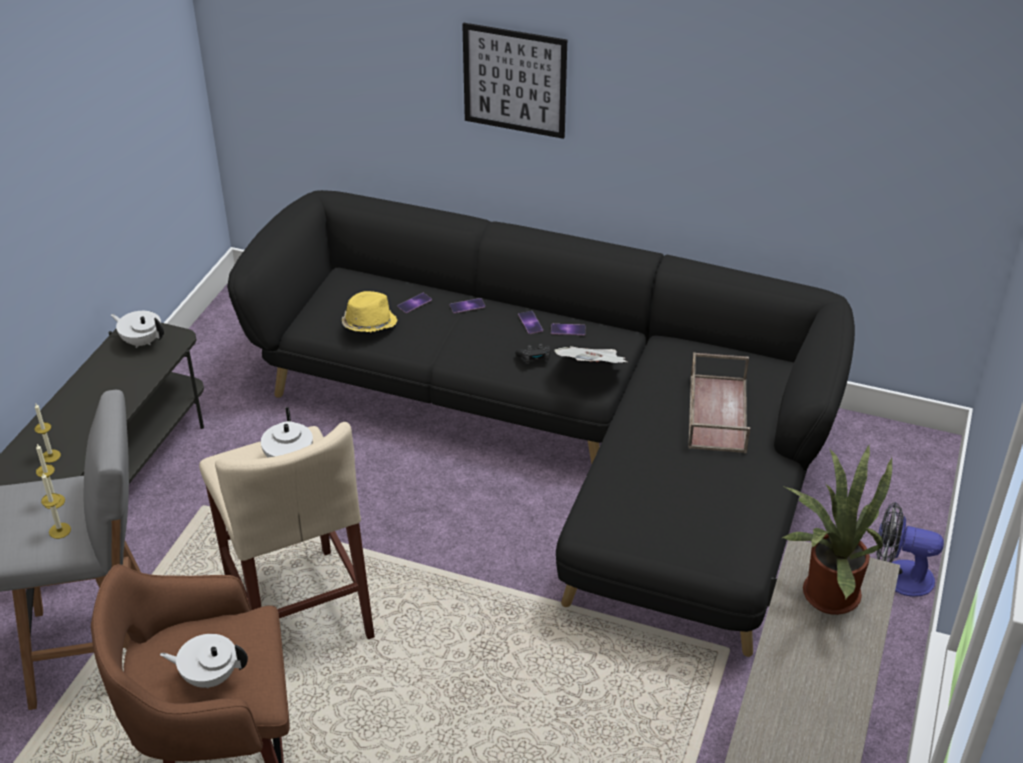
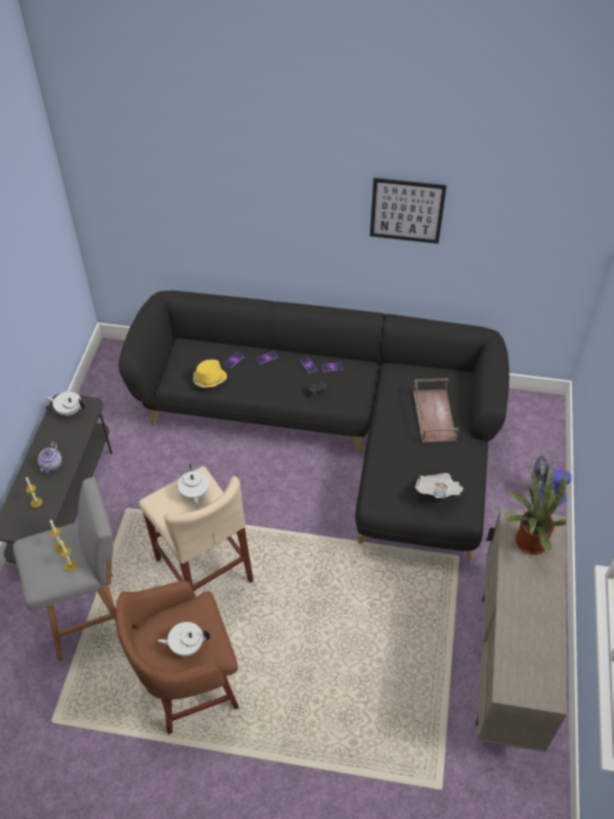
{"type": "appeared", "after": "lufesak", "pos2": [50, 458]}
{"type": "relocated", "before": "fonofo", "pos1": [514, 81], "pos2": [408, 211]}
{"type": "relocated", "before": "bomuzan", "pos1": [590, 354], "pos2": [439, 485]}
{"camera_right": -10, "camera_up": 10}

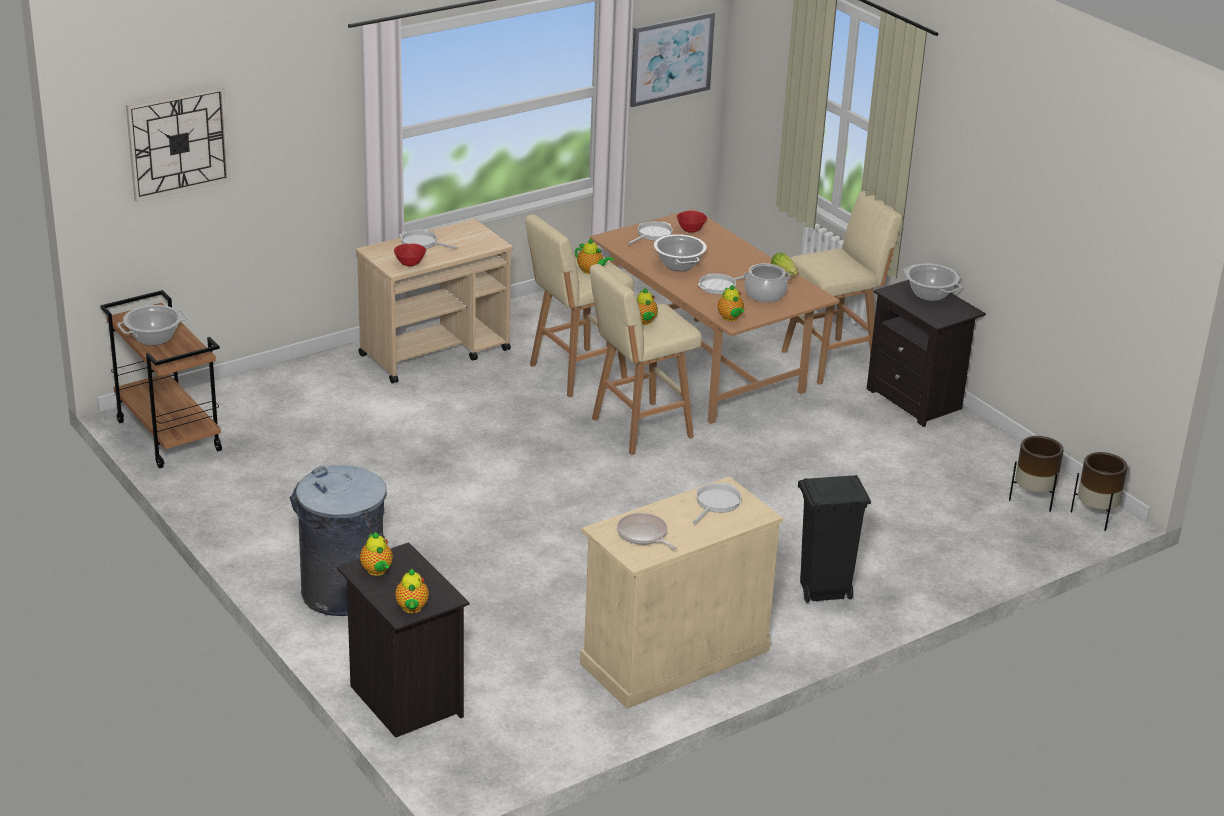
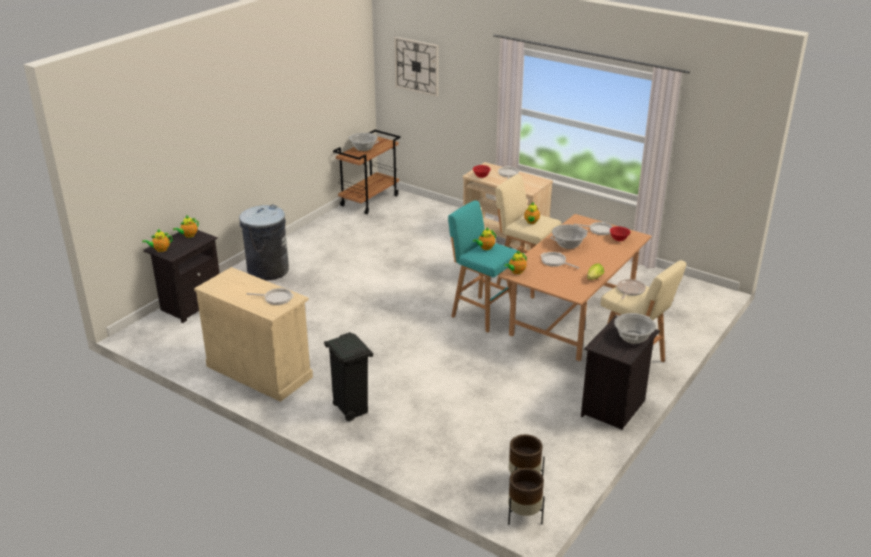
{"type": "colour", "before": "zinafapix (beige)", "after": "zinafapix (turquoise)", "pos1": [646, 359], "pos2": [482, 266]}
{"type": "relocated", "before": "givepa", "pos1": [647, 531], "pos2": [631, 289]}
{"type": "missing", "before": "fonofo", "pos1": [672, 59]}
{"type": "missing", "before": "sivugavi", "pos1": [767, 283]}
{"camera_right": 70, "camera_up": 0}

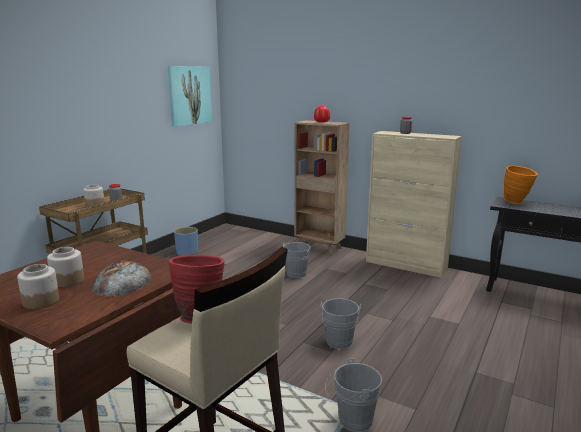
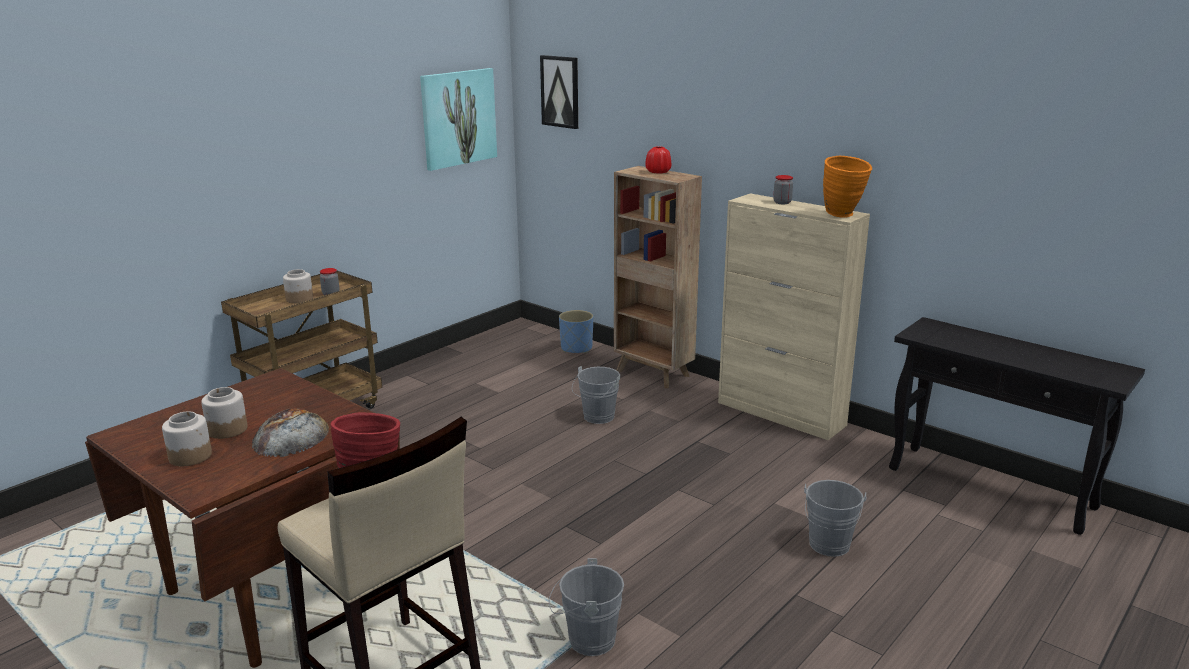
{"type": "appeared", "after": "fonofo", "pos2": [559, 92]}
{"type": "relocated", "before": "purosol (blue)", "pos1": [186, 241], "pos2": [576, 331]}
{"type": "relocated", "before": "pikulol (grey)", "pos1": [341, 323], "pos2": [835, 518]}
{"type": "relocated", "before": "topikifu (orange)", "pos1": [521, 185], "pos2": [847, 187]}
{"camera_right": 10, "camera_up": 5}

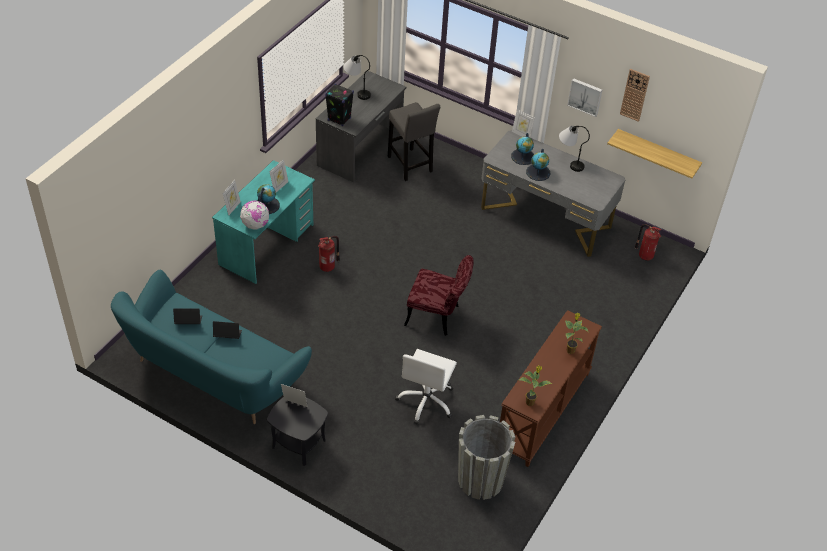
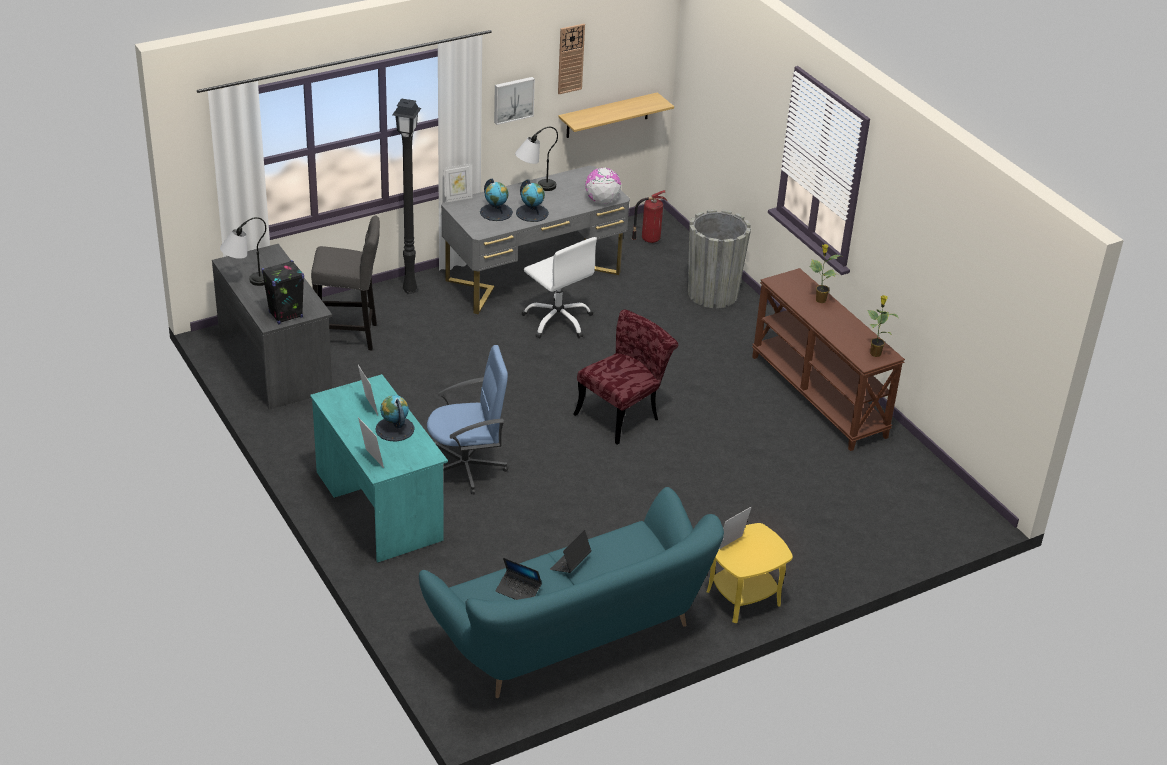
{"type": "appeared", "after": "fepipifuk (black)", "pos2": [407, 196]}
{"type": "exchanged", "before": "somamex", "after": "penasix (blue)", "pos1": [329, 254], "pos2": [467, 419]}
{"type": "spun", "before": "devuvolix", "pos1": [187, 316], "pos2": [518, 579], "turn": -90}
{"type": "relocated", "before": "penasix (white)", "pos1": [426, 387], "pos2": [559, 287]}
{"type": "relocated", "before": "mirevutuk", "pos1": [254, 215], "pos2": [603, 186]}
{"type": "relocated", "before": "purosol (grey)", "pos1": [486, 457], "pos2": [719, 258]}
{"type": "colour", "before": "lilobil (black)", "after": "lilobil (yellow)", "pos1": [297, 431], "pos2": [750, 573]}
{"camera_right": -60, "camera_up": -10}

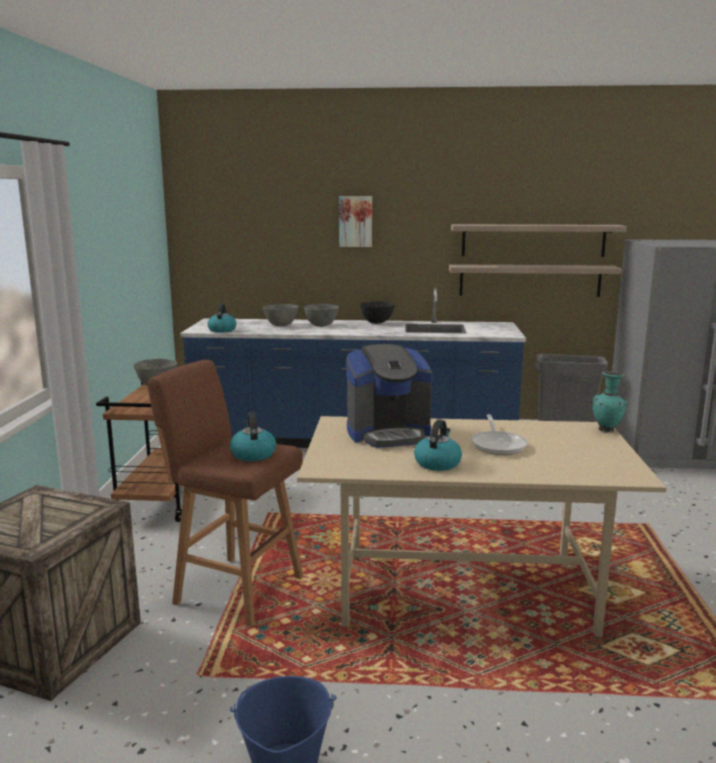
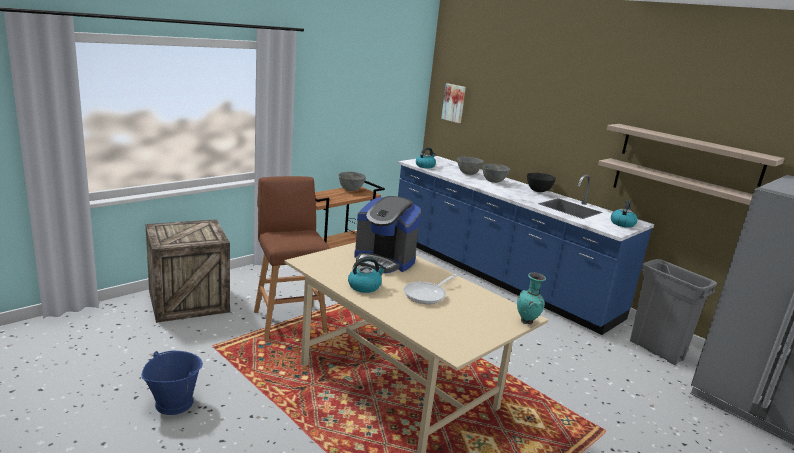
{"type": "relocated", "before": "fonofo", "pos1": [355, 221], "pos2": [453, 103]}
{"type": "relocated", "before": "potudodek", "pos1": [253, 436], "pos2": [624, 214]}
{"camera_right": 40, "camera_up": 5}

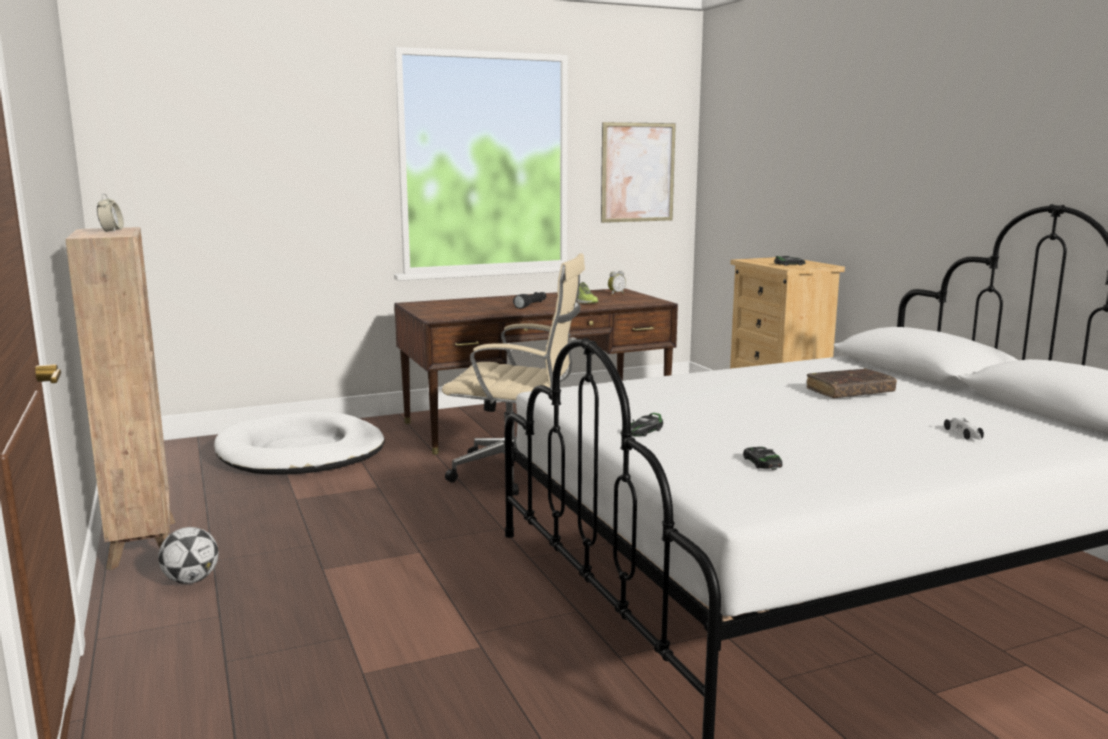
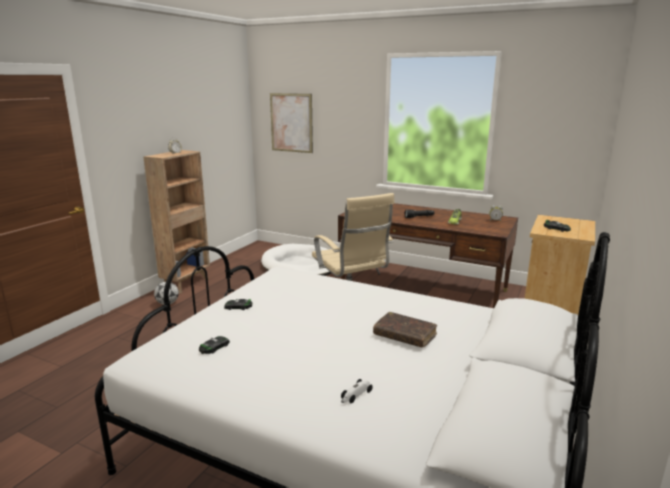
{"type": "relocated", "before": "fonofo", "pos1": [638, 172], "pos2": [291, 123]}
{"camera_right": 50, "camera_up": 5}

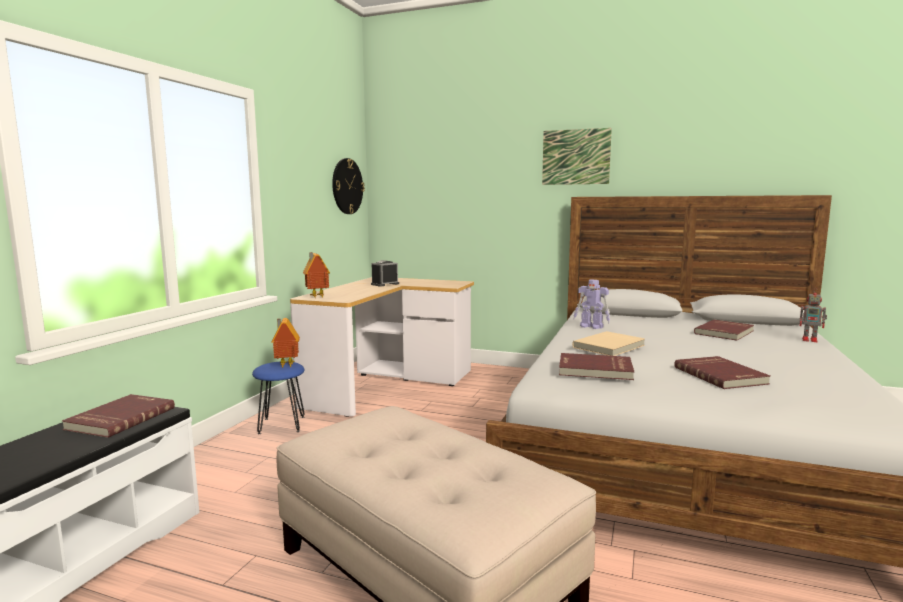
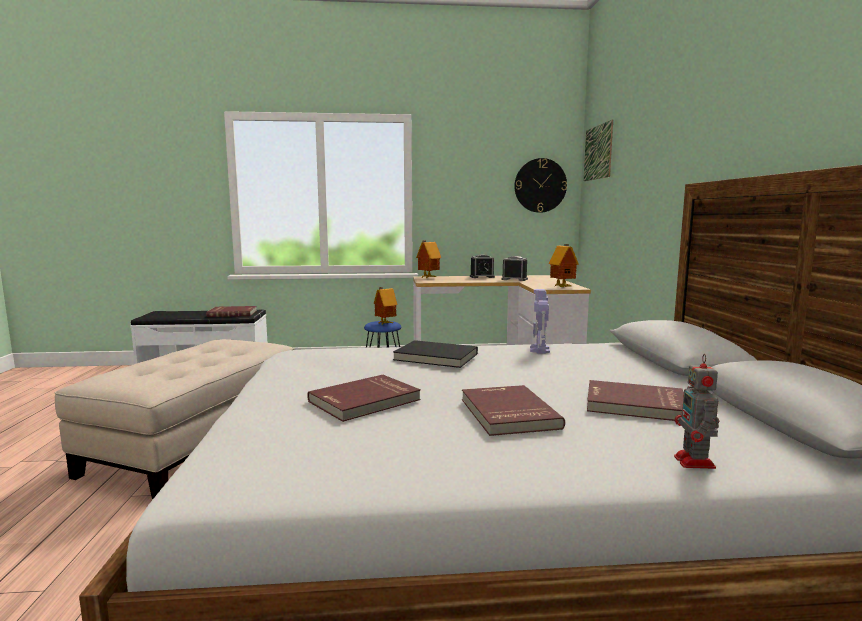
{"type": "colour", "before": "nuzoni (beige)", "after": "nuzoni (black)", "pos1": [608, 343], "pos2": [435, 354]}
{"type": "relocated", "before": "nuzoni (red)", "pos1": [596, 366], "pos2": [513, 410]}
{"type": "appeared", "after": "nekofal", "pos2": [482, 266]}
{"type": "appeared", "after": "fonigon", "pos2": [564, 265]}
{"type": "relocated", "before": "fonofo", "pos1": [577, 156], "pos2": [598, 150]}
{"camera_right": 65, "camera_up": 0}

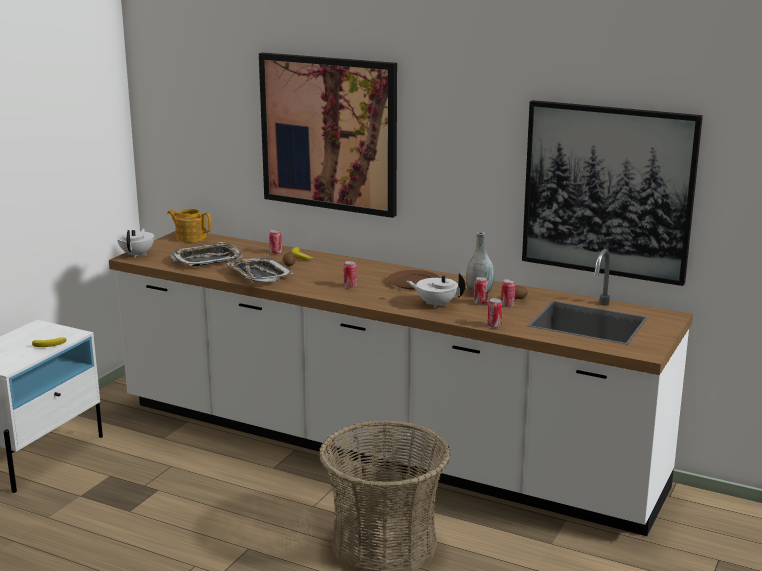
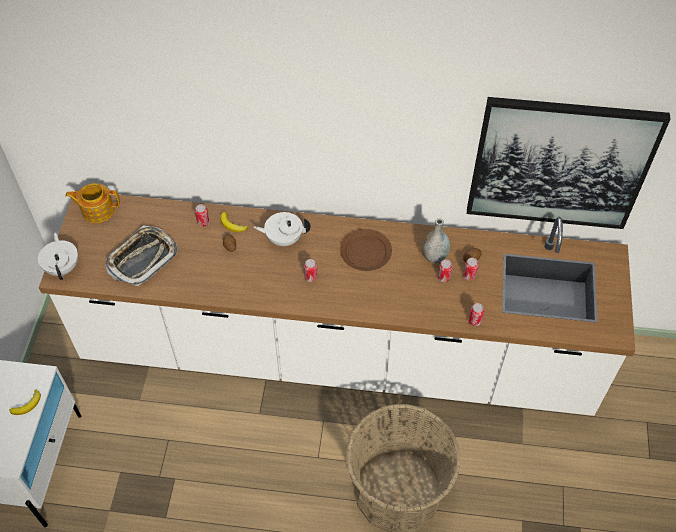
{"type": "relocated", "before": "lufesak (white)", "pos1": [436, 290], "pos2": [281, 229]}
{"type": "missing", "before": "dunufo", "pos1": [260, 270]}
{"type": "missing", "before": "fonofo", "pos1": [328, 135]}
{"camera_right": -20, "camera_up": 35}

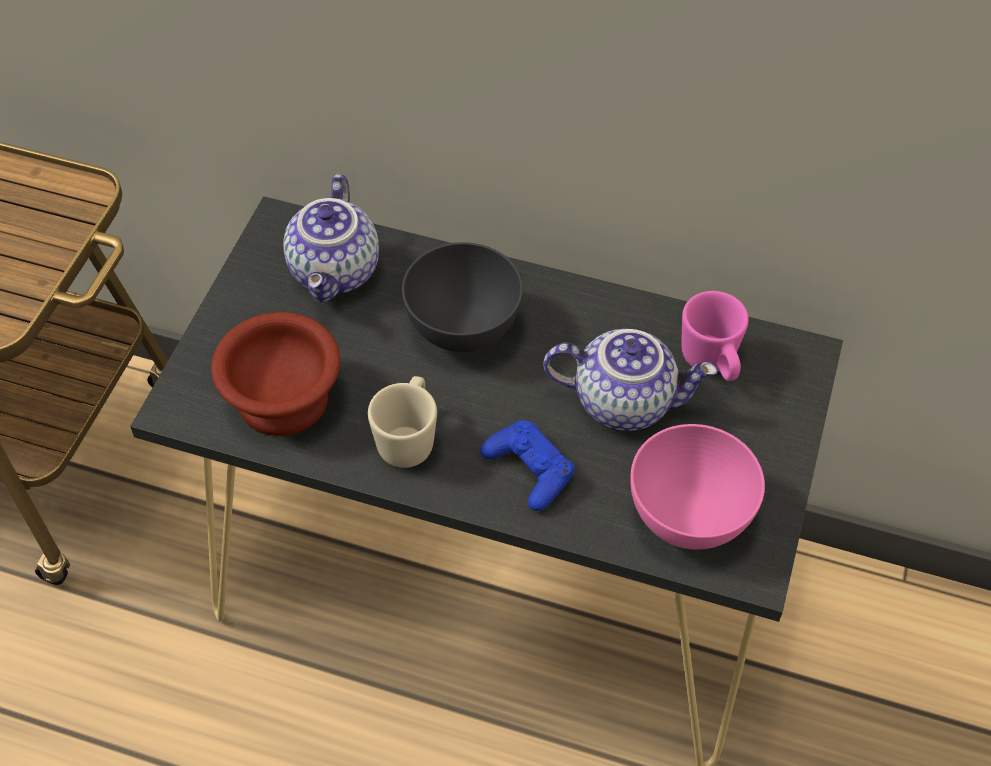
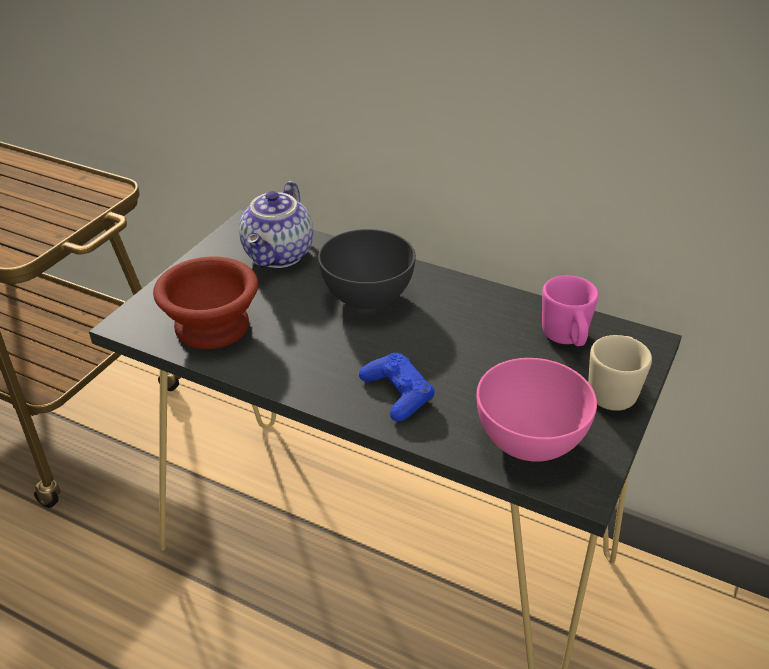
{"type": "relocated", "before": "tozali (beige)", "pos1": [402, 422], "pos2": [620, 373]}
{"type": "missing", "before": "lufesak", "pos1": [630, 380]}
{"camera_right": 10, "camera_up": -15}

